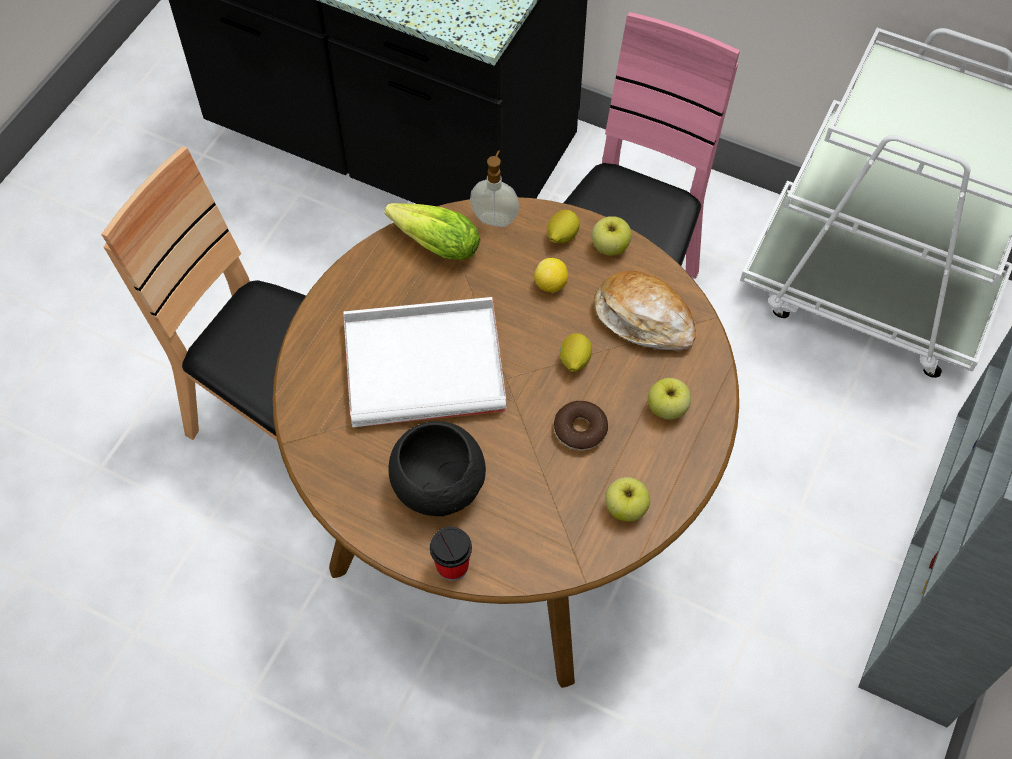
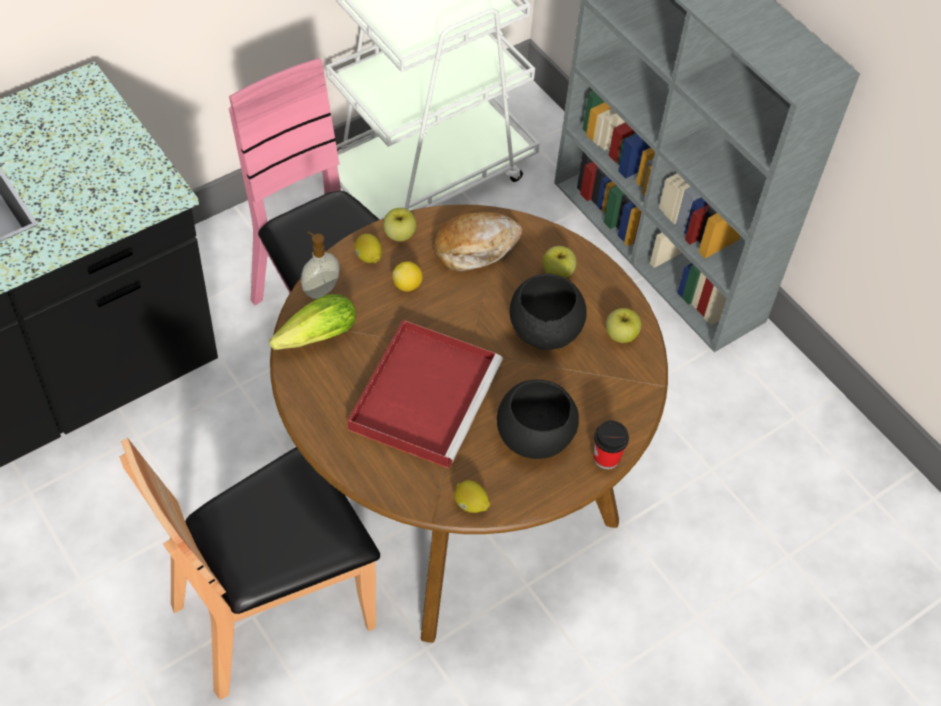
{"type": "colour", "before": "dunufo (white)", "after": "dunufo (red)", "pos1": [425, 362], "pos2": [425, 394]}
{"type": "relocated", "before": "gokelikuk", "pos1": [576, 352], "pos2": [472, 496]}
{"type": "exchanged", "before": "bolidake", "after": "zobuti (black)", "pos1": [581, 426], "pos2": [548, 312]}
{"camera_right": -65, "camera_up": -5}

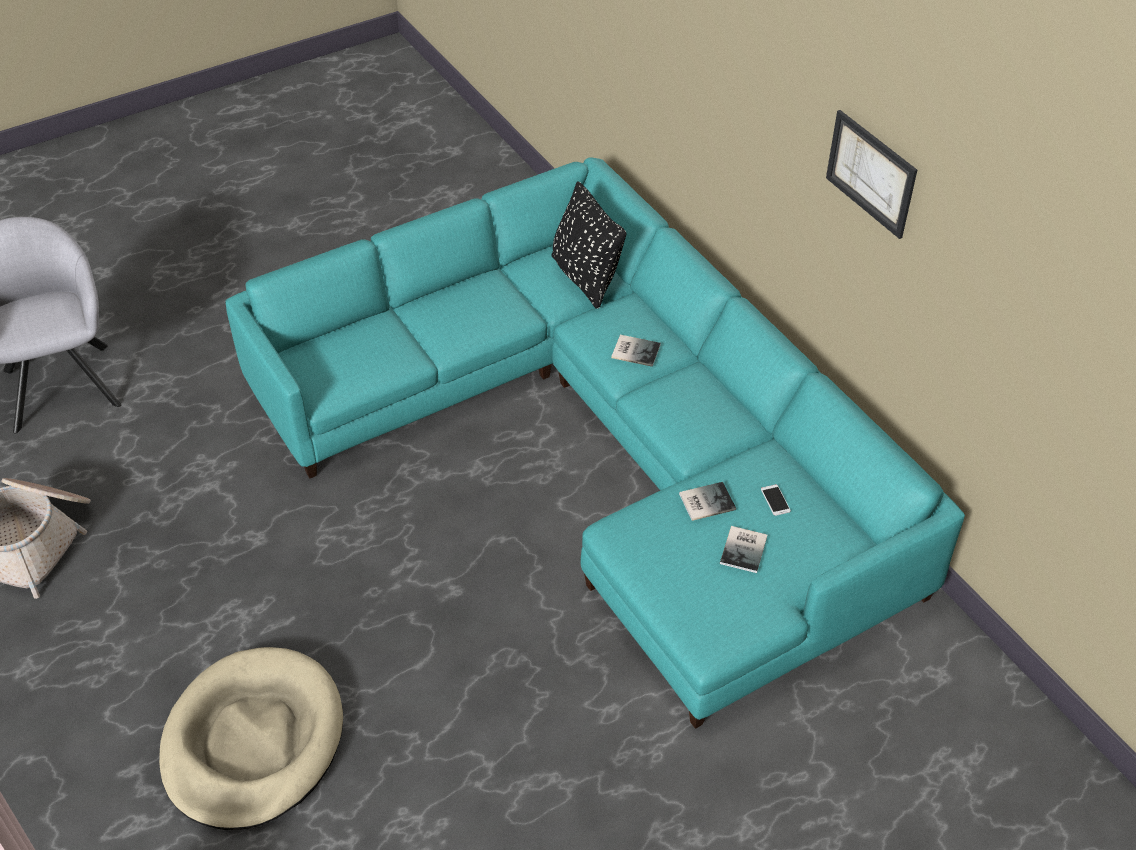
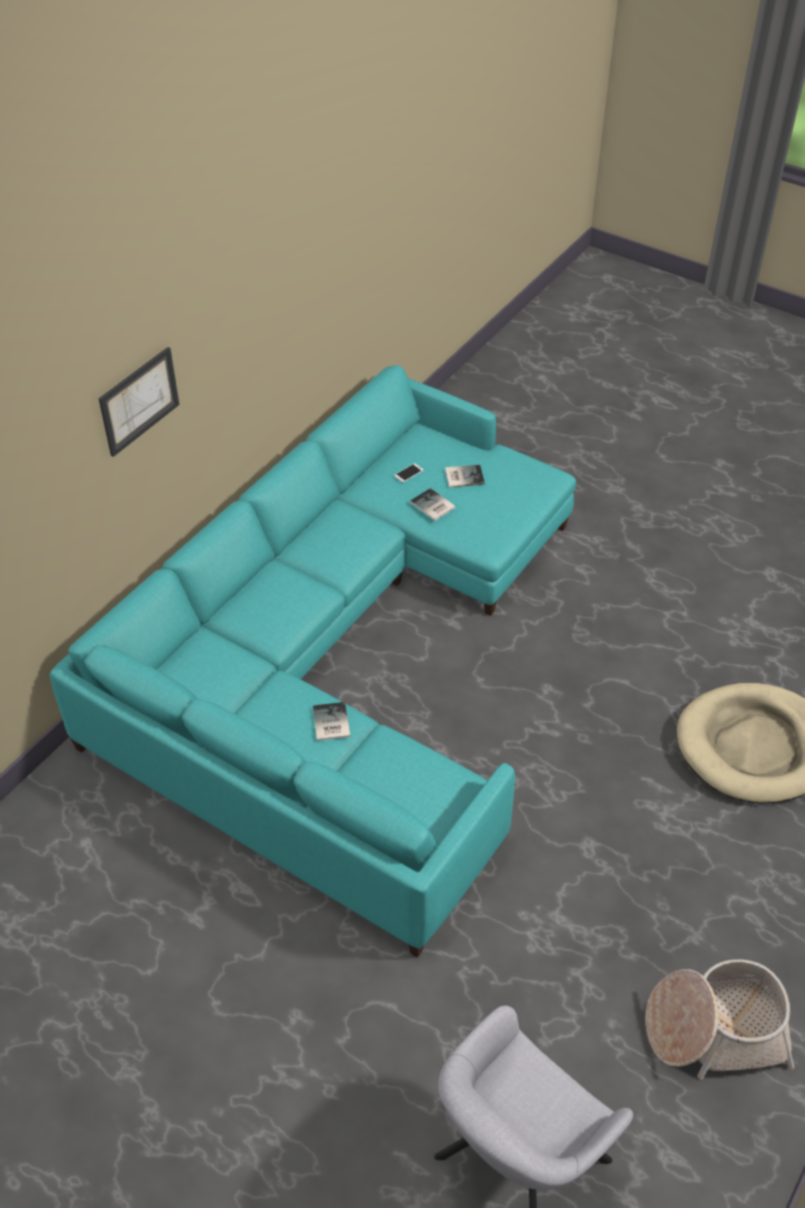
{"type": "relocated", "before": "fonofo", "pos1": [871, 174], "pos2": [139, 402]}
{"type": "relocated", "before": "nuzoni", "pos1": [636, 351], "pos2": [331, 721]}
{"type": "missing", "before": "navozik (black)", "pos1": [589, 245]}
{"camera_right": -115, "camera_up": 0}

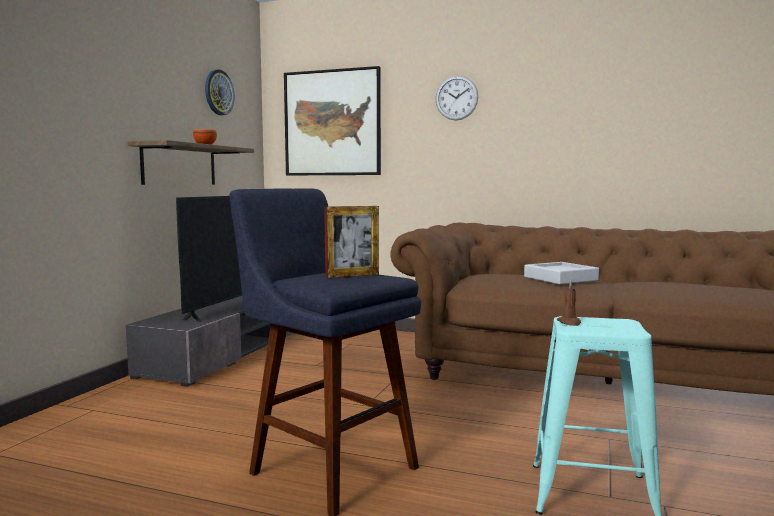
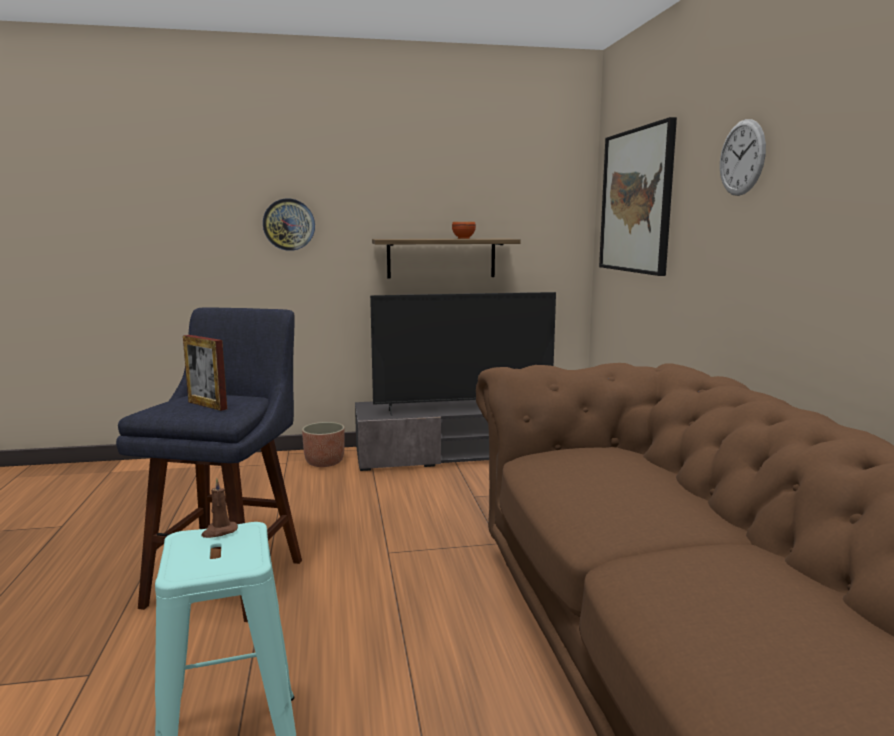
{"type": "relocated", "before": "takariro", "pos1": [219, 92], "pos2": [289, 225]}
{"type": "appeared", "after": "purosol", "pos2": [323, 444]}
{"type": "missing", "before": "dunufo (grey)", "pos1": [561, 273]}
{"camera_right": 60, "camera_up": 5}

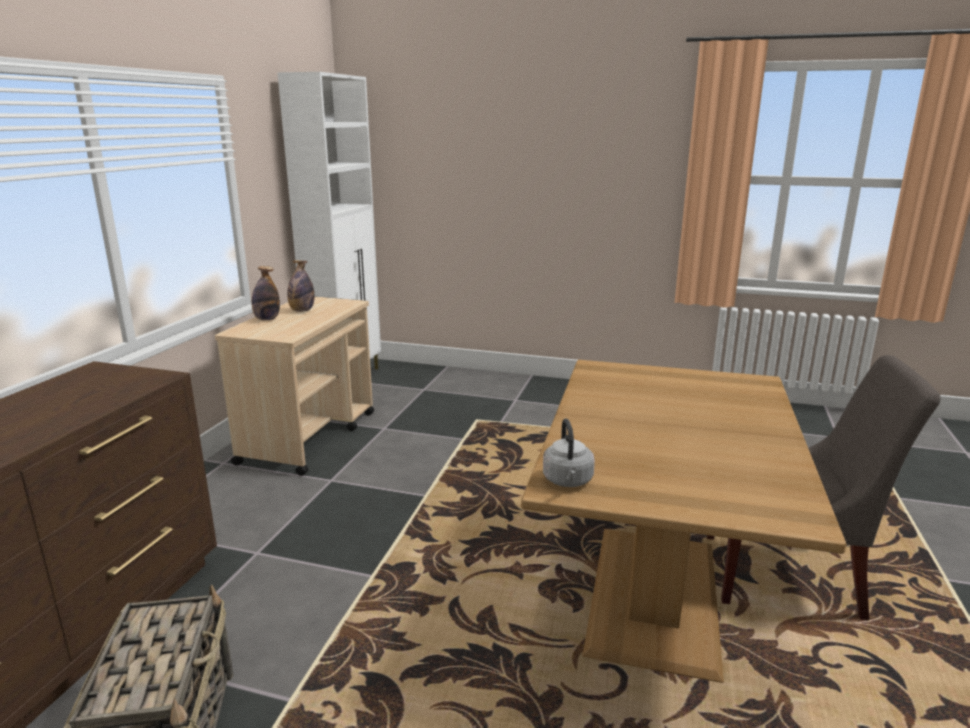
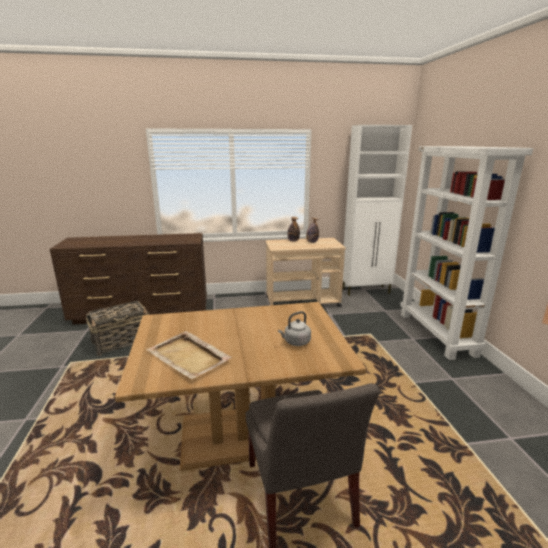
{"type": "appeared", "after": "dunufo (beige)", "pos2": [189, 355]}
{"type": "relocated", "before": "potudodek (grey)", "pos1": [569, 452], "pos2": [294, 328]}
{"type": "appeared", "after": "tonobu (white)", "pos2": [466, 253]}
{"camera_right": 65, "camera_up": 0}

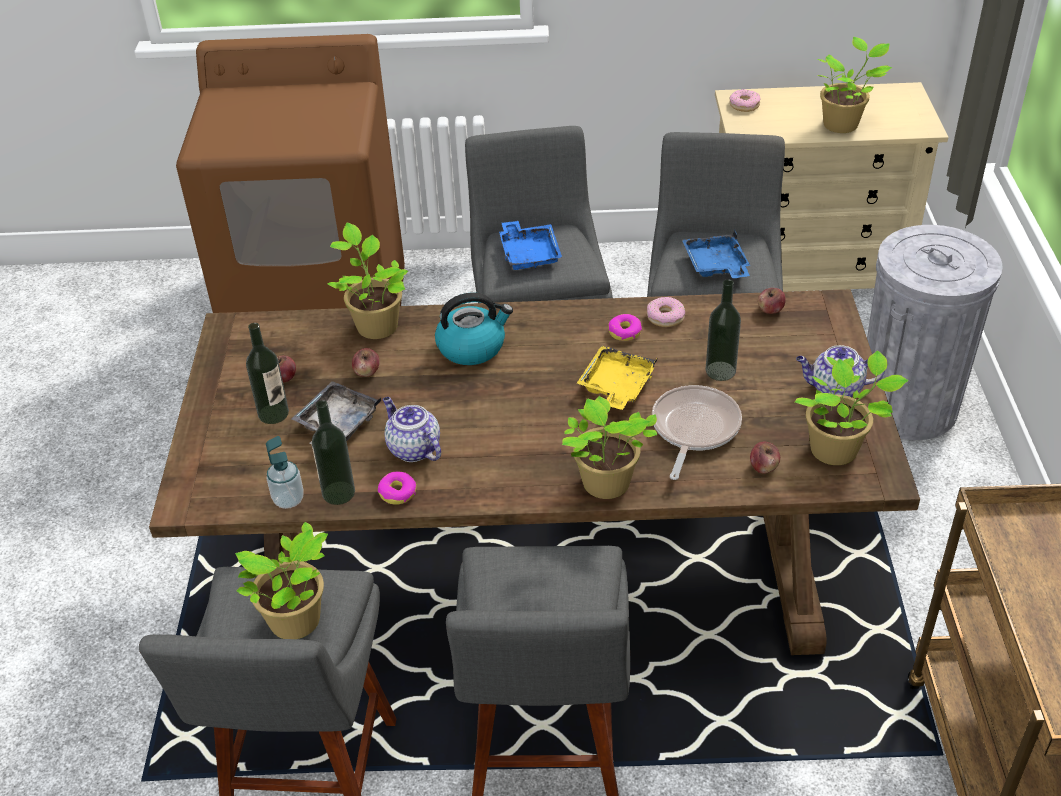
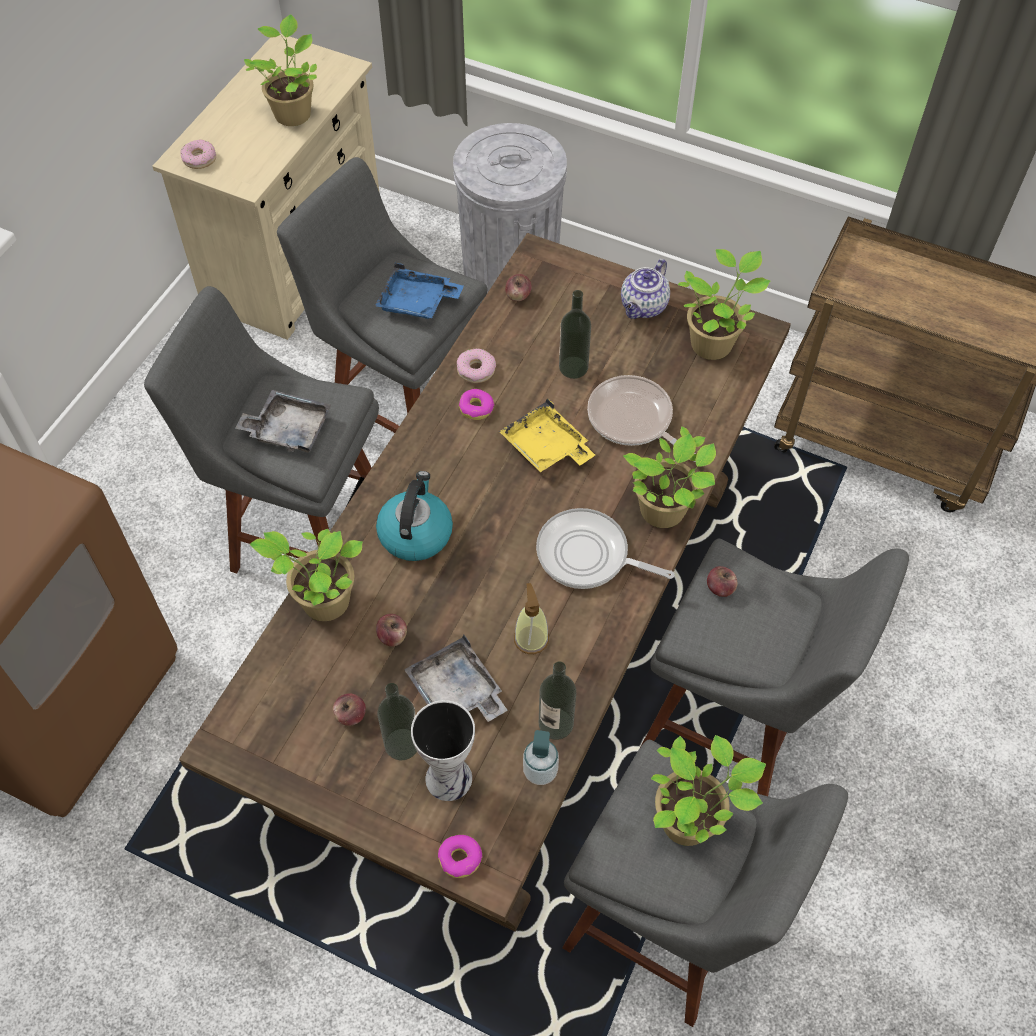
{"type": "colour", "before": "dunufo (blue)", "after": "dunufo (grey)", "pos1": [530, 245], "pos2": [283, 421]}
{"type": "appeared", "after": "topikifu", "pos2": [443, 750]}
{"type": "relocated", "before": "bolidake", "pos1": [397, 488], "pos2": [460, 856]}
{"type": "exchanged", "before": "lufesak", "after": "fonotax", "pos1": [412, 429], "pos2": [531, 618]}
{"type": "appeared", "after": "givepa", "pos2": [605, 548]}
{"type": "relocated", "before": "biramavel", "pos1": [765, 458], "pos2": [722, 581]}
{"camera_right": -65, "camera_up": 15}

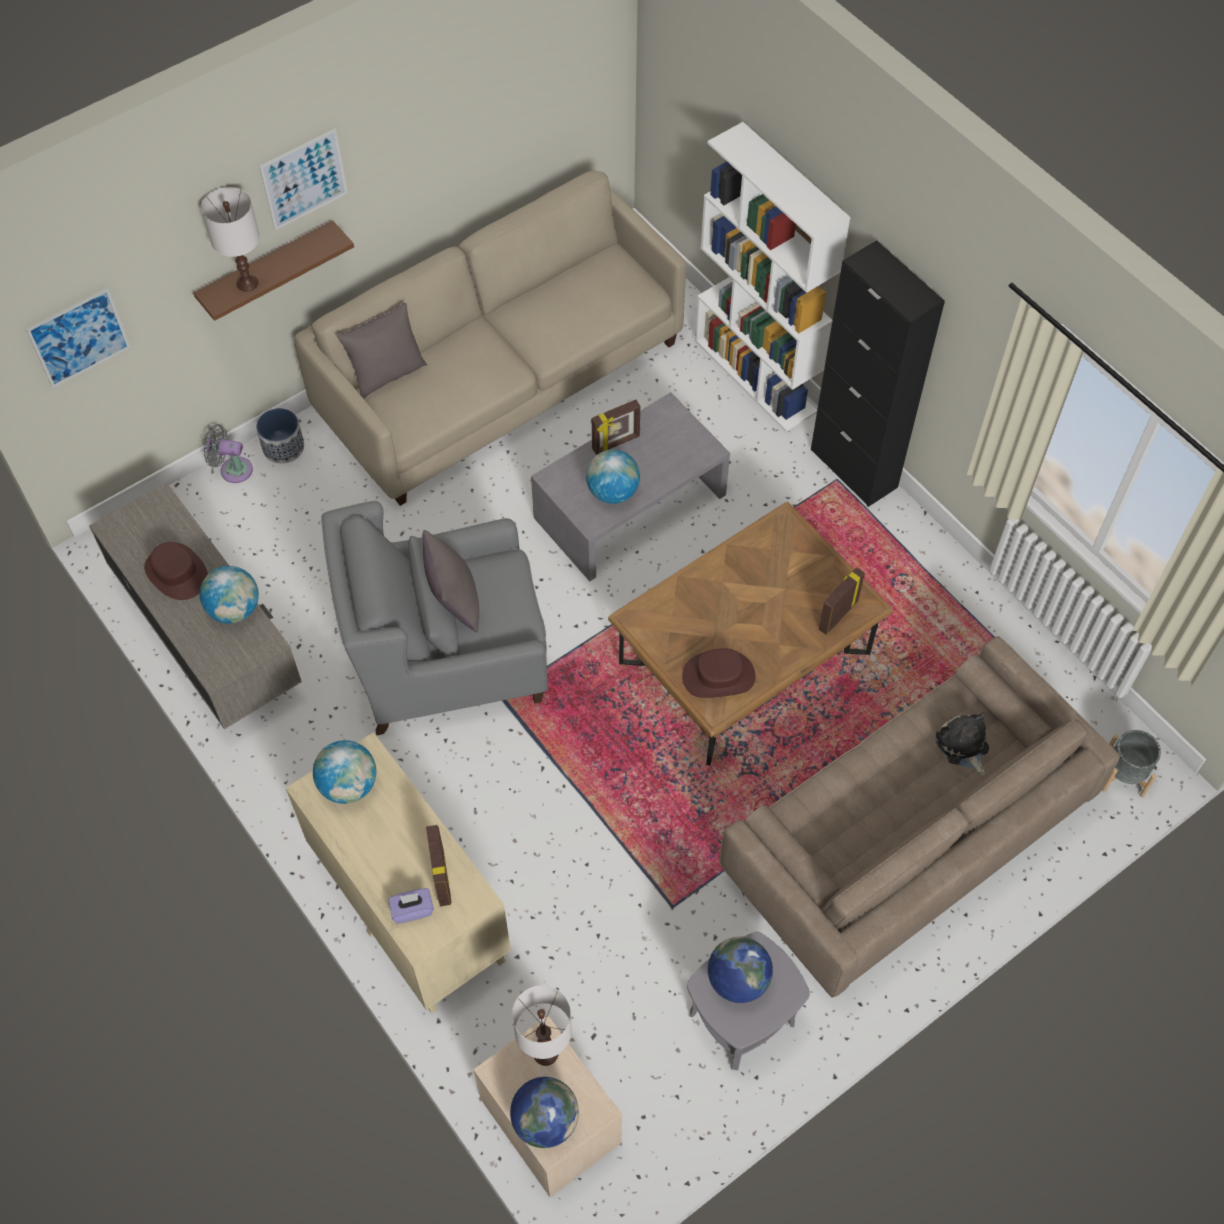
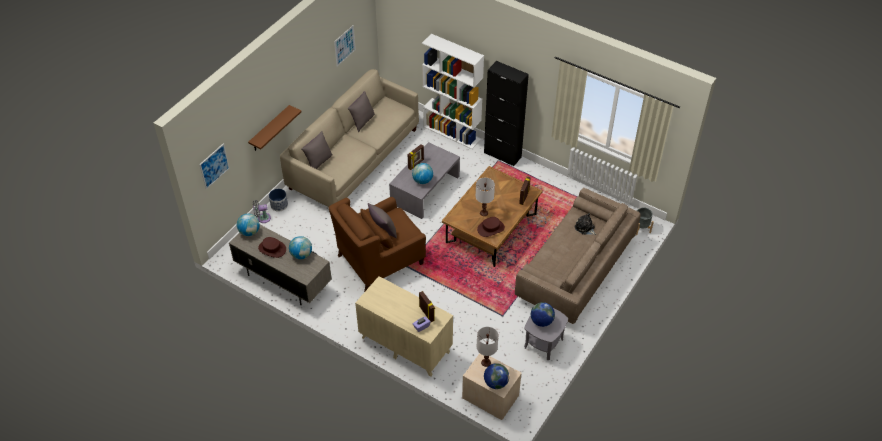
{"type": "relocated", "before": "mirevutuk", "pos1": [344, 772], "pos2": [248, 225]}
{"type": "colour", "before": "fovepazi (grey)", "after": "fovepazi (brown)", "pos1": [434, 618], "pos2": [377, 244]}
{"type": "relocated", "before": "fonofo", "pos1": [303, 179], "pos2": [345, 45]}
{"type": "appeared", "after": "navozik (grey)", "pos2": [361, 111]}
{"type": "relocated", "before": "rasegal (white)", "pos1": [230, 239], "pos2": [485, 196]}
{"camera_right": -20, "camera_up": -10}

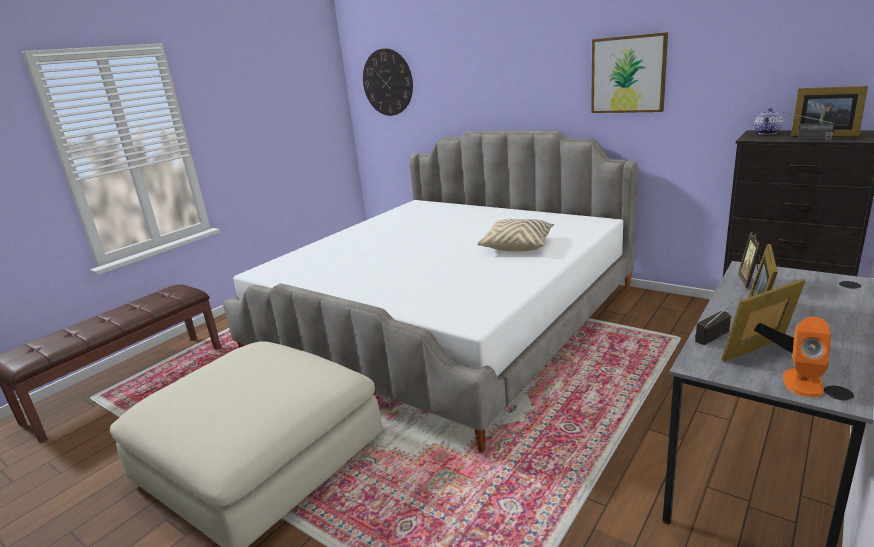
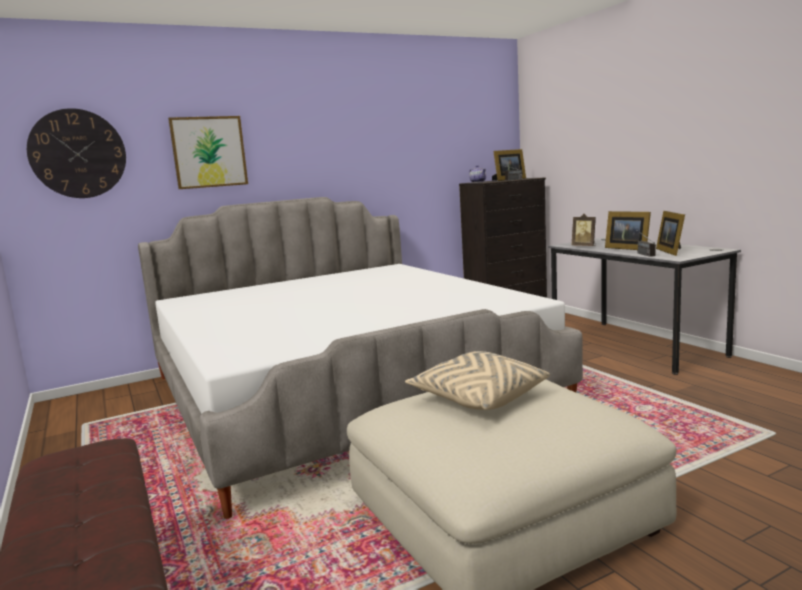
{"type": "relocated", "before": "fonofo", "pos1": [629, 72], "pos2": [208, 152]}
{"type": "relocated", "before": "navozik (beige)", "pos1": [515, 235], "pos2": [477, 380]}
{"type": "missing", "before": "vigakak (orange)", "pos1": [807, 357]}
{"camera_right": -65, "camera_up": -10}

